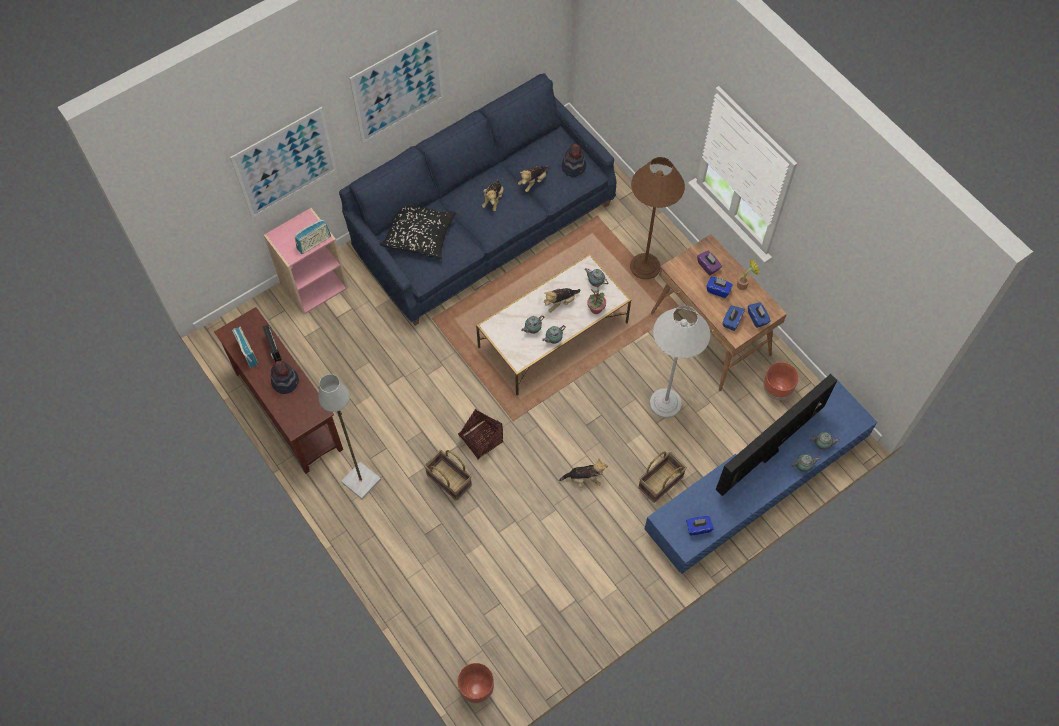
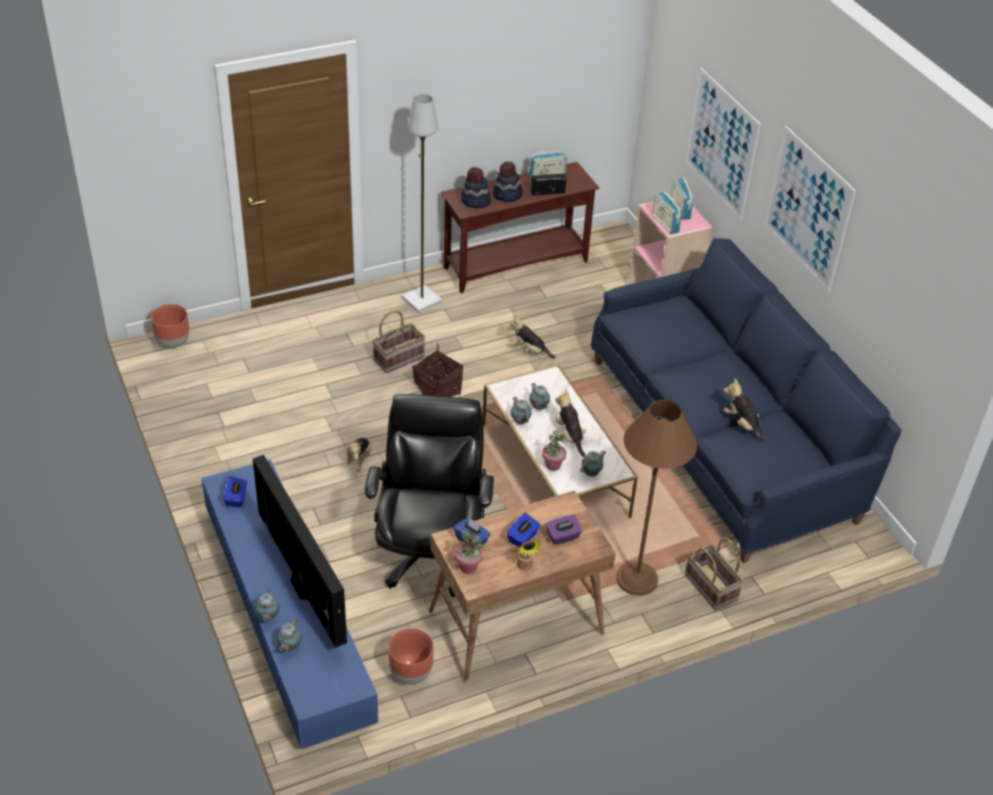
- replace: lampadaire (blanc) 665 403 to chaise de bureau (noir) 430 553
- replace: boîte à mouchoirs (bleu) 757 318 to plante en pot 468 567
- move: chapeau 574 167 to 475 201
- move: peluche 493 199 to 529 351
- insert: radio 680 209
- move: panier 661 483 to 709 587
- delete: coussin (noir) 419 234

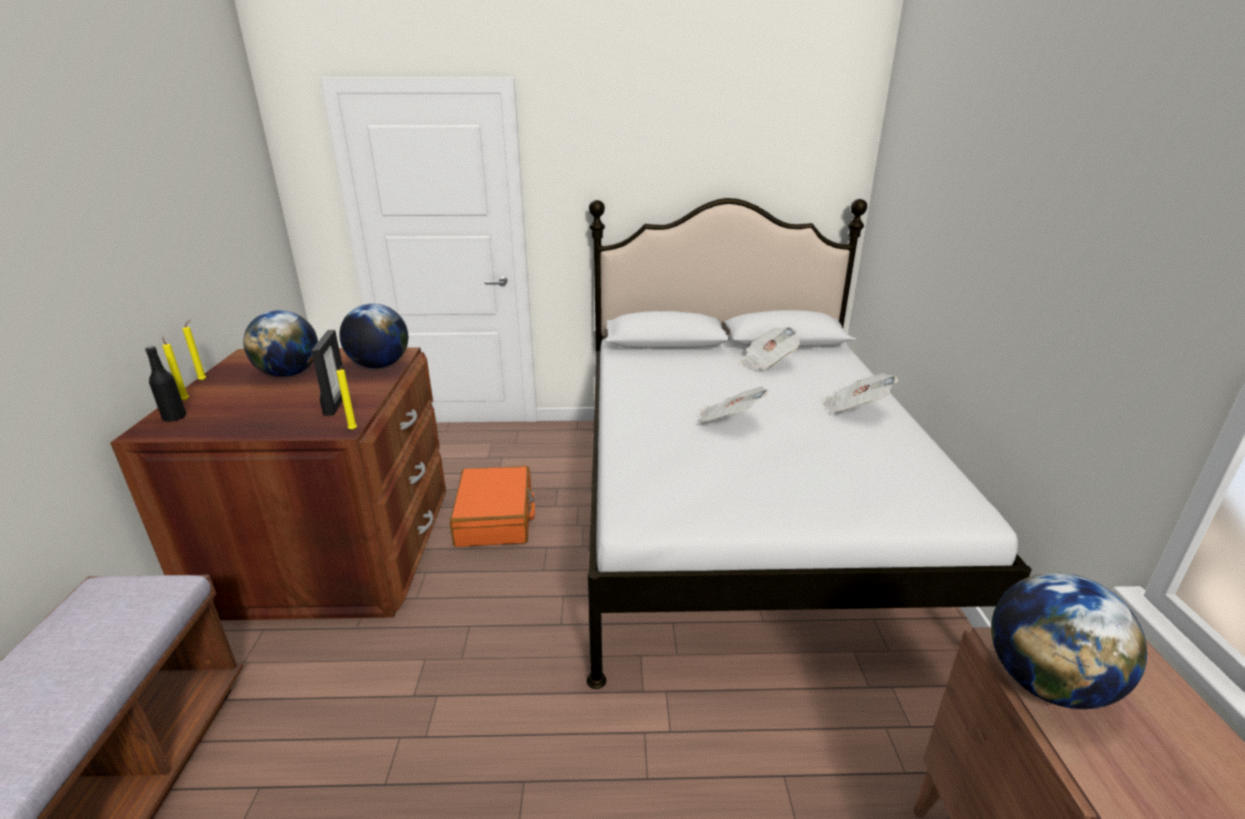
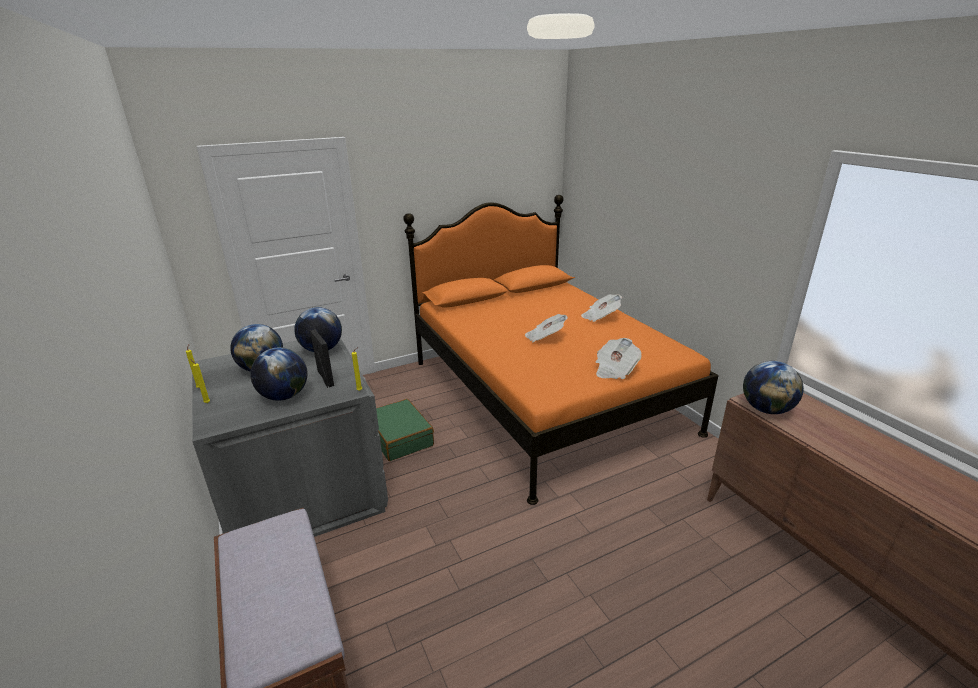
- recolor: commode (marron) 333 549 to commode (gris) 303 488
- insert: globe 284 396
- recolor: valise (orange) 495 518 to valise (vert) 400 437
- recolor: lit (blanc) 741 516 to lit (orange) 545 395
- move: journal 766 363 to 614 370
- delete: bouteille (noir) 174 417

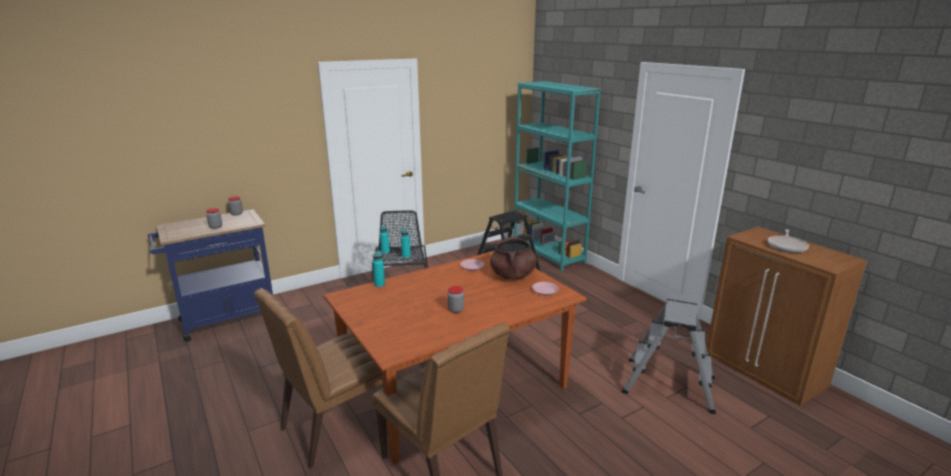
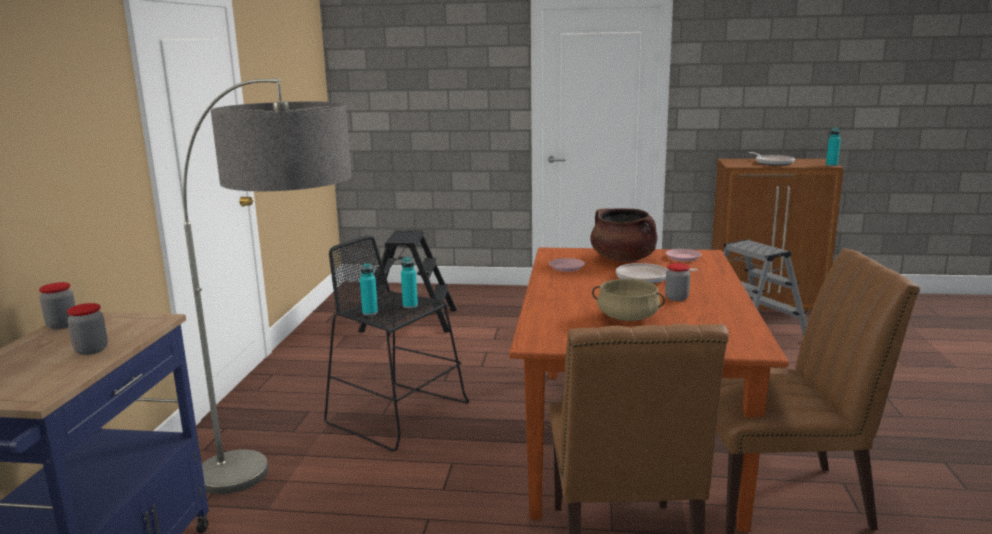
- insert: lampadaire 290 500
- insert: marmite (beige) 627 317
- insert: poêle 646 278
- move: bouteille (turquoise) 379 285 to 831 165
- delete: bibliothèque (turquoise) 548 254

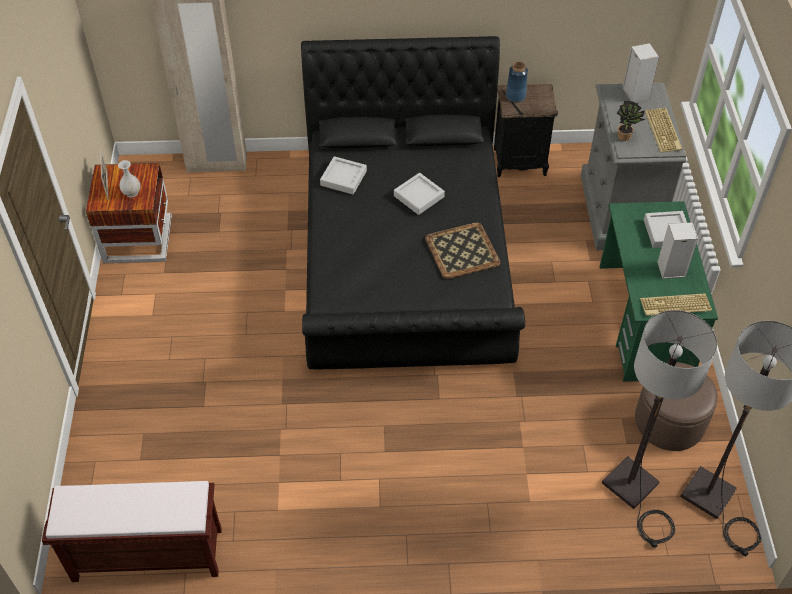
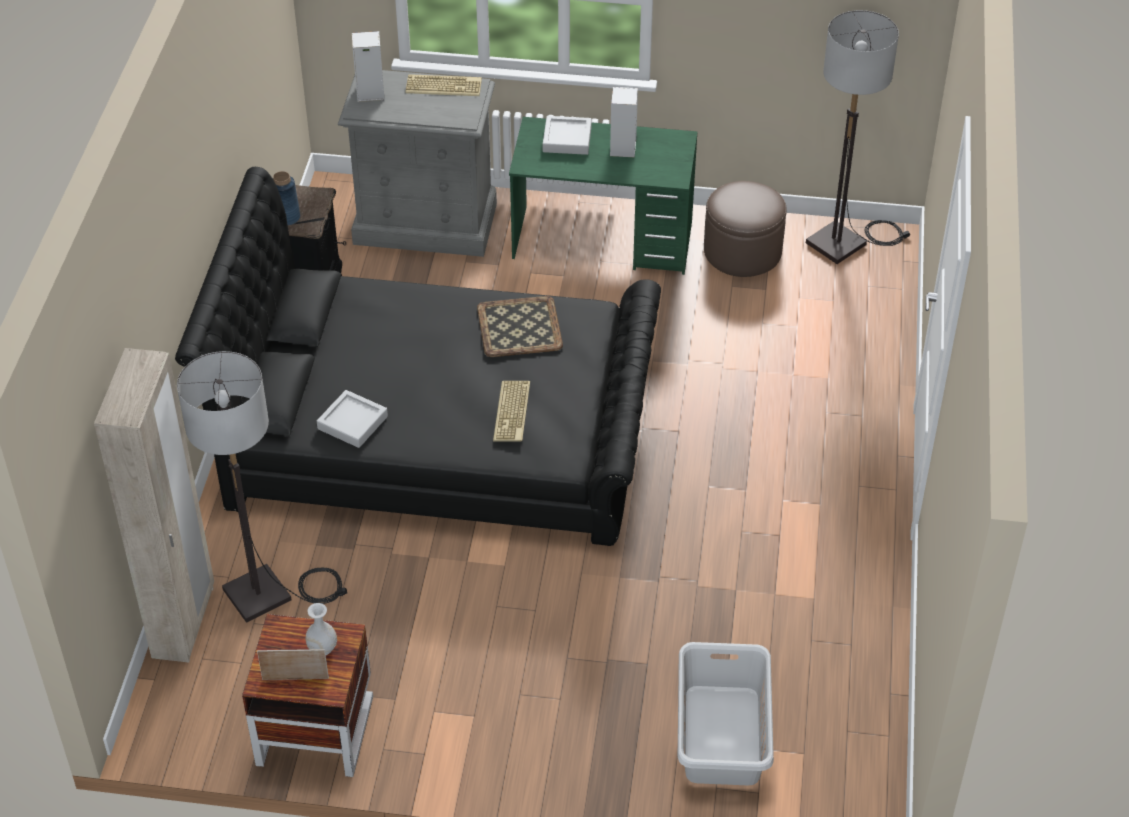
- move: lampadaire 637 497 to 276 593
- move: clavier 675 306 to 513 412
- insert: panier à linge (gris) 721 735
- delete: banc (marron) 146 555
- delete: plateau (gris) 419 196
- delete: plante en pot 625 137

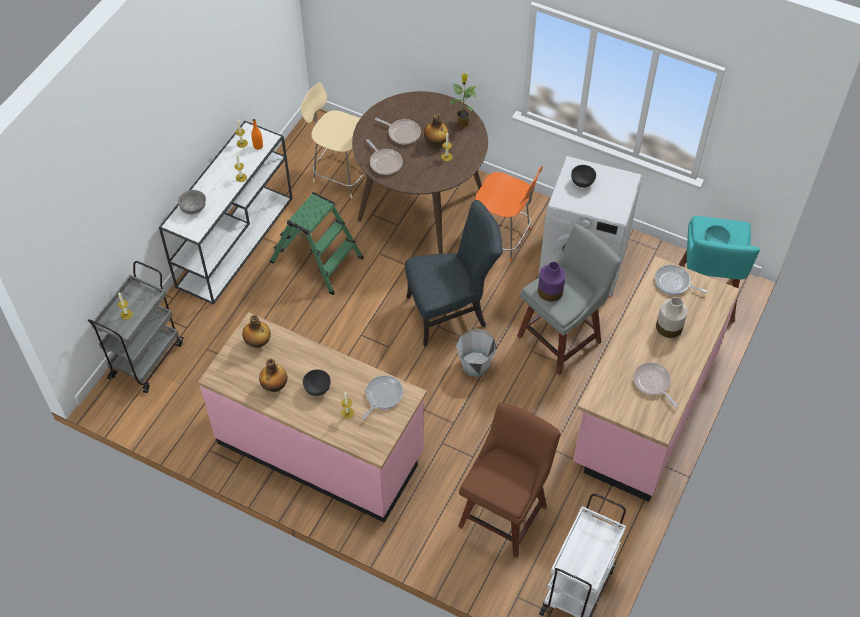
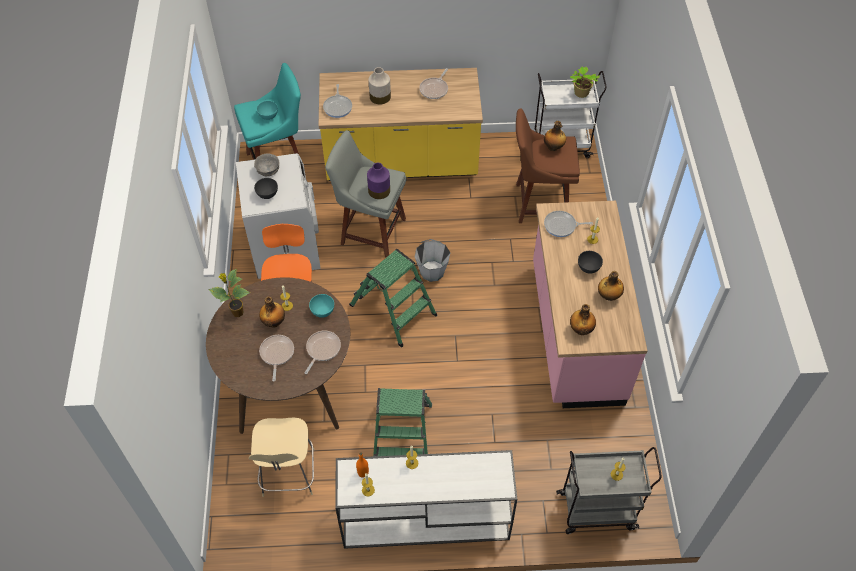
- move: bol (gris) 193 208 to 268 171
- insert: bol (turquoise) 322 311
- recolor: comptoir de cuisine (rose) 644 409 to comptoir de cuisine (jaune) 401 162
- replace: chaise (gris) 451 311 to escabeau (vert) 393 309
- insert: bouteille 553 147
- insert: plante en pot 580 93

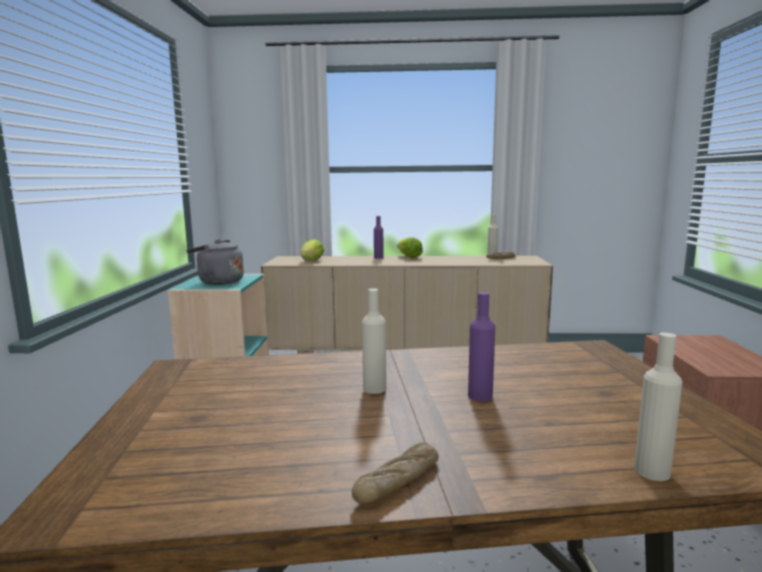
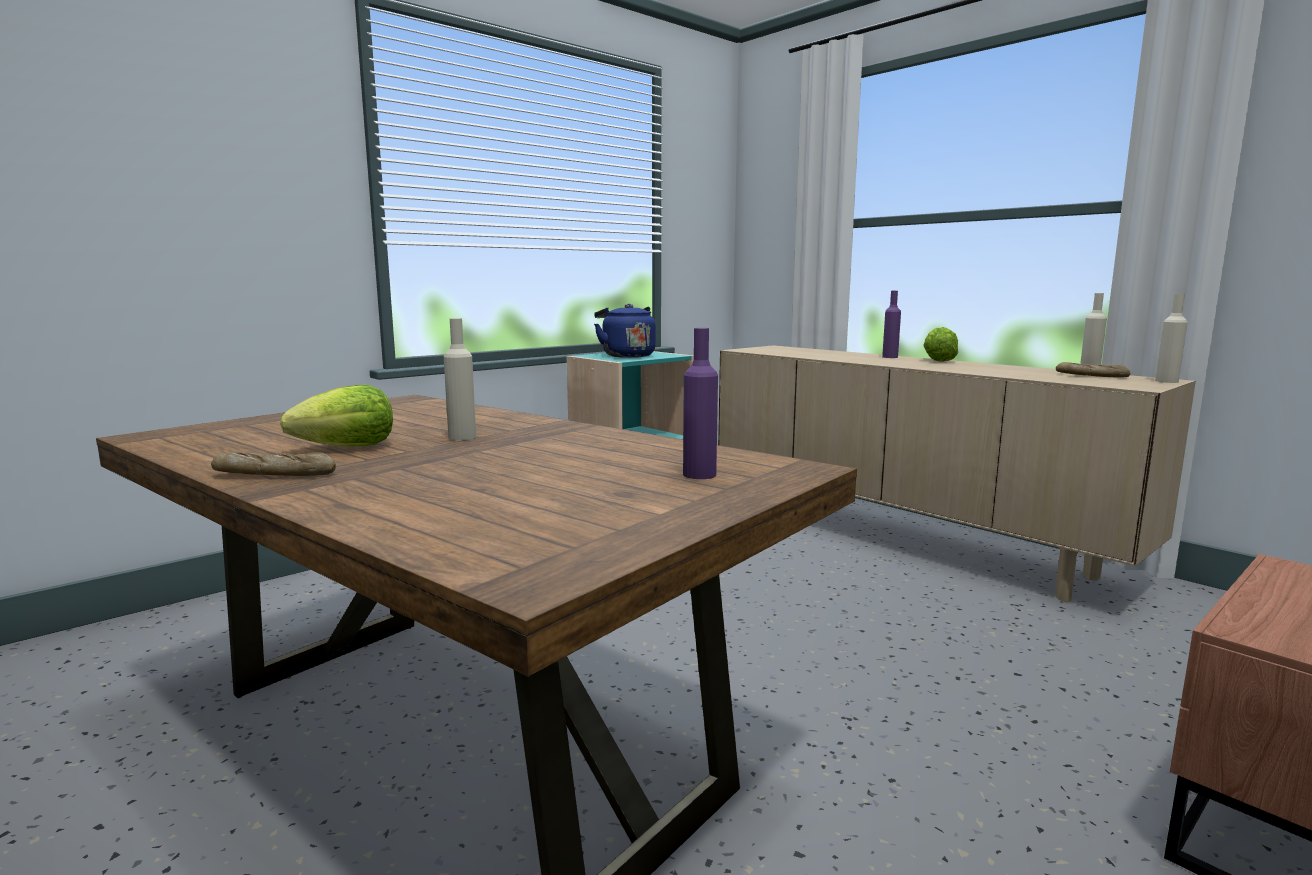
- move: laitue 312 261 to 348 448
- recolor: bouilloire (gris) 218 282 to bouilloire (bleu) 626 356
- move: bouteille (violet) 480 396 to 699 474
- move: bouteille (beige) 652 471 to 1166 381

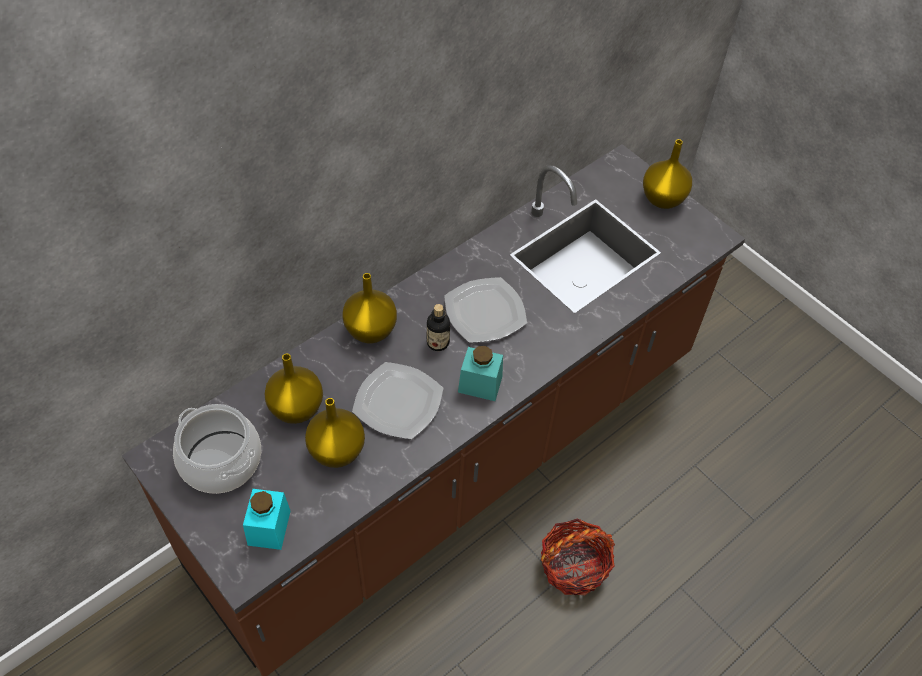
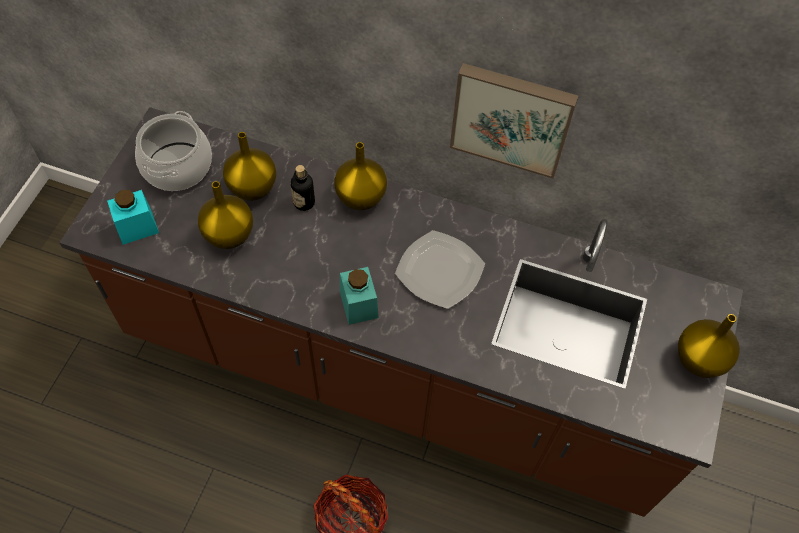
- move: bouteille 438 343 to 304 202
- insert: tableau 512 118
- delete: assiette 398 403

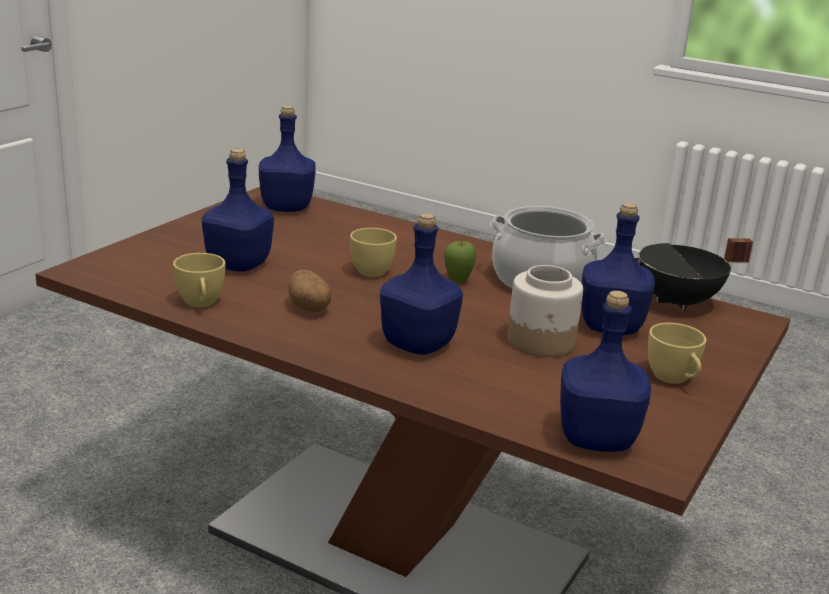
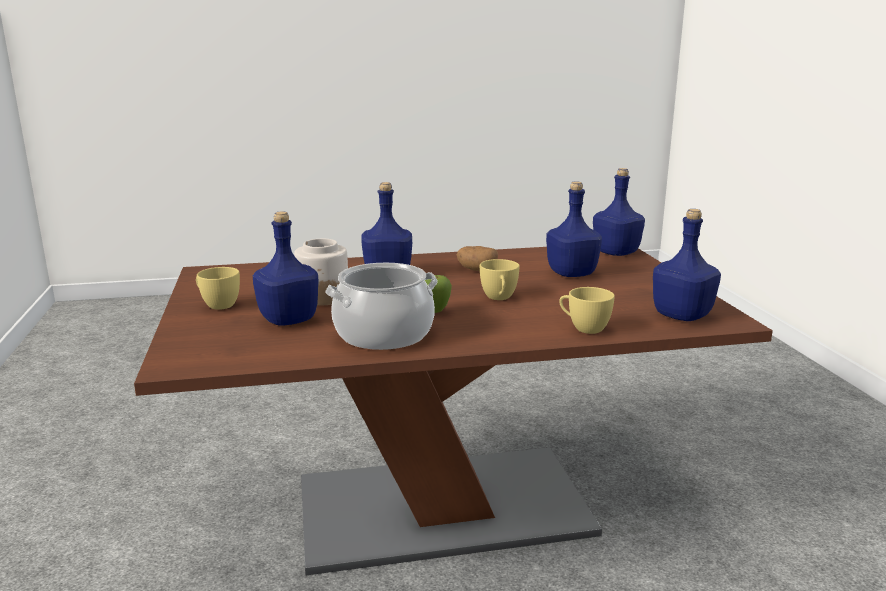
- move: tasse (jaune) 201 304 to 583 328
- move: bouteille (bleu) 596 438 to 617 253
- delete: marmite (noir) 678 302

